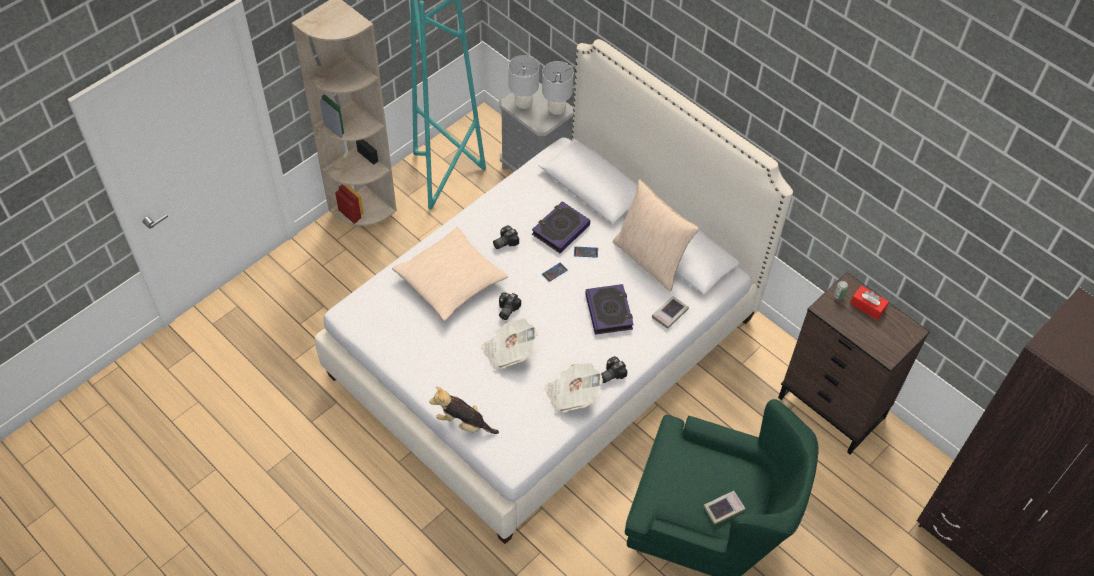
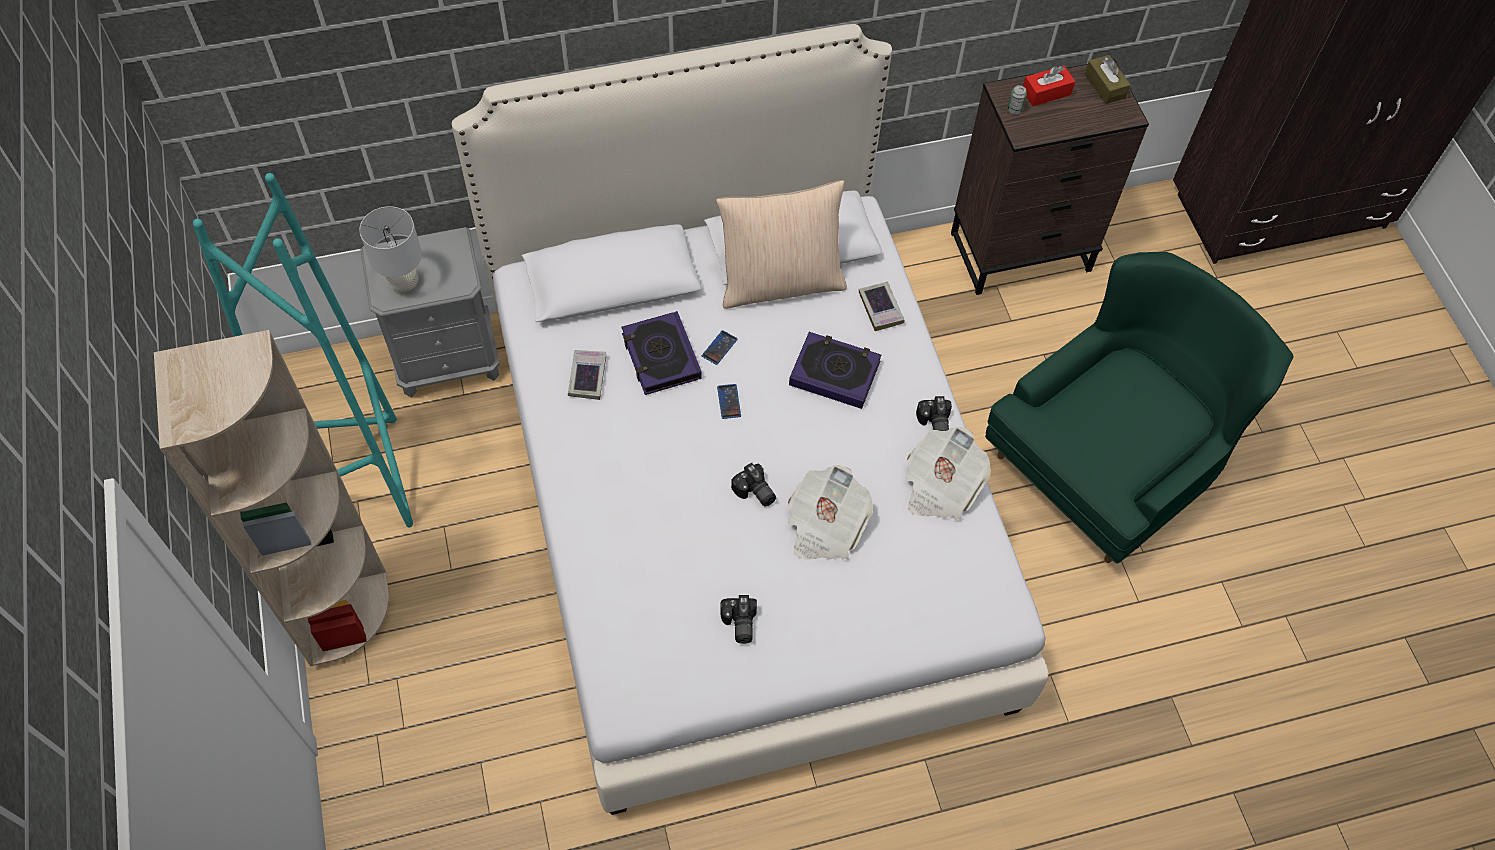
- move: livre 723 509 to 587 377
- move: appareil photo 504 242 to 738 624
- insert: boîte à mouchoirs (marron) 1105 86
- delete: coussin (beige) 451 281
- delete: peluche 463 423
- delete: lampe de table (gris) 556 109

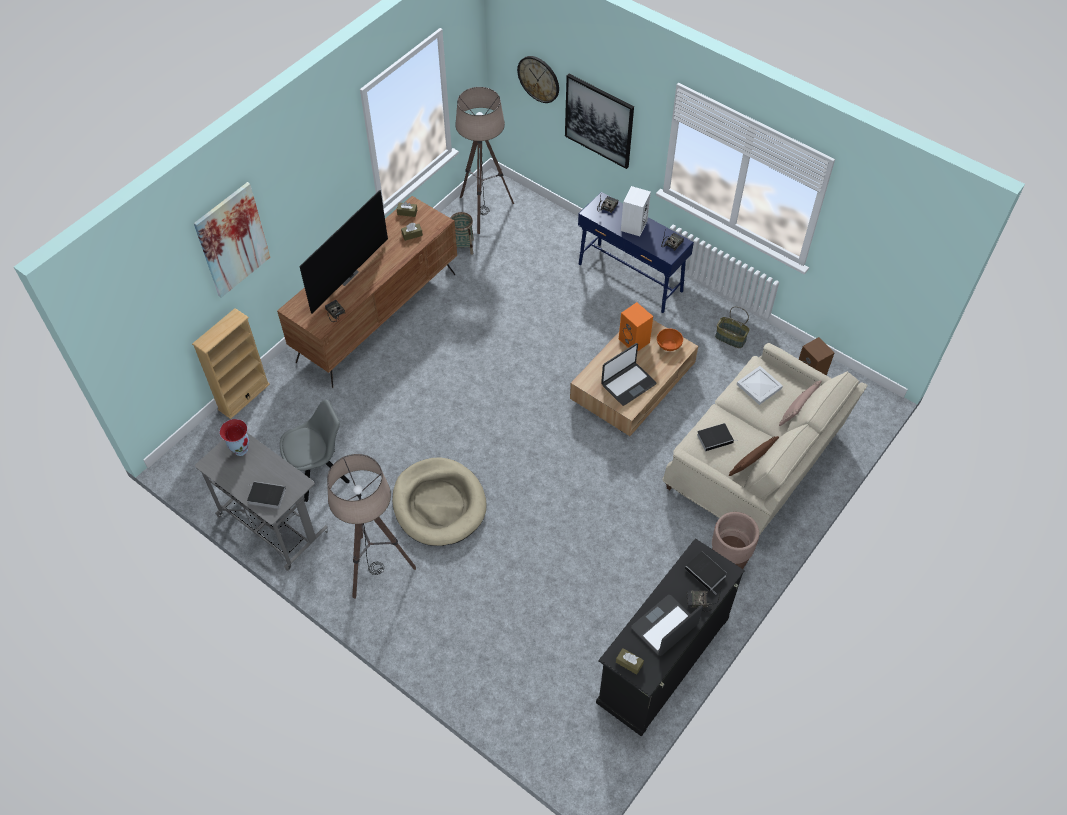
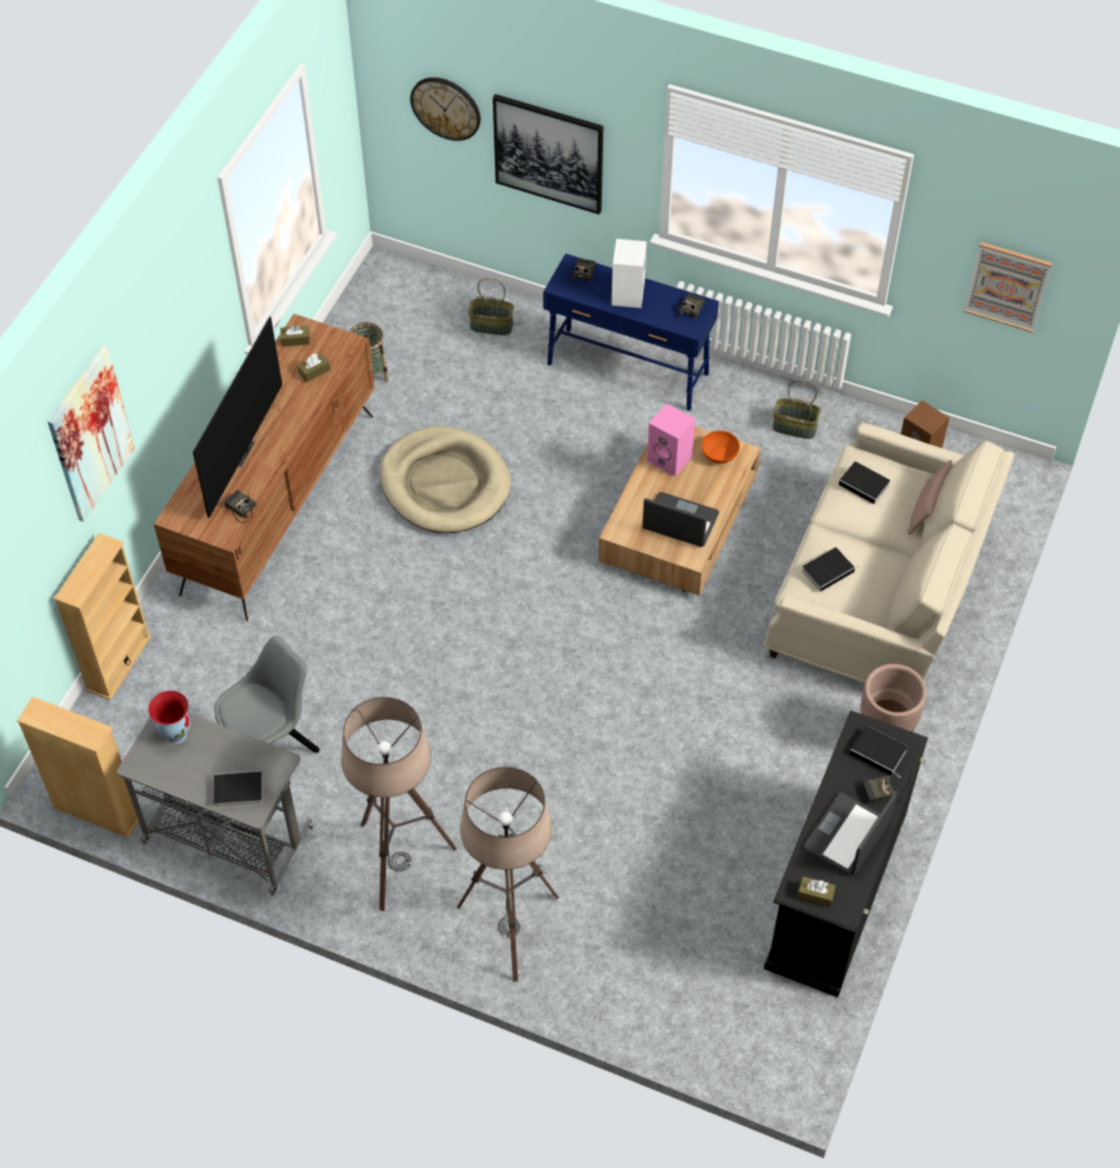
- insert: bibliothèque (beige) 97 811
- move: panier pour chien (beige) 439 504 to 445 484
- move: lampadaire 484 210 to 510 927
- insert: panier 492 325
- rotate: ordinateur portable 628 384 = 680 522 105 degrees counterclockwise
- recolor: enceinte (orange) 635 341 to enceinte (rose) 670 459
- replace: plateau (blanc) 759 385 to livre 865 485
- insert: tableau 1007 286
- delete: coussin (marron) 750 465

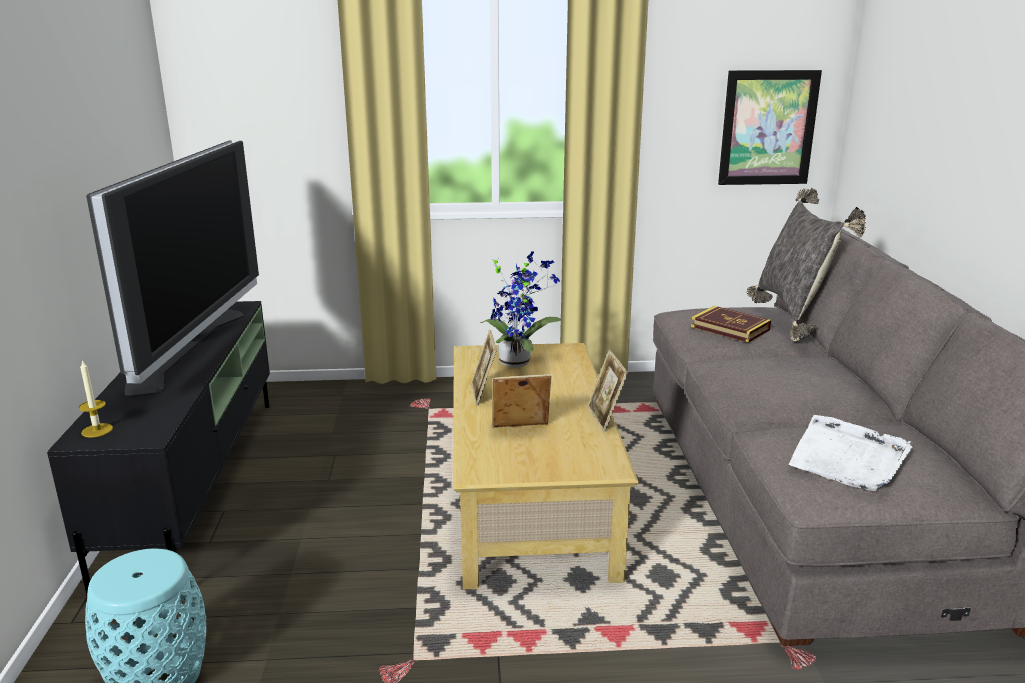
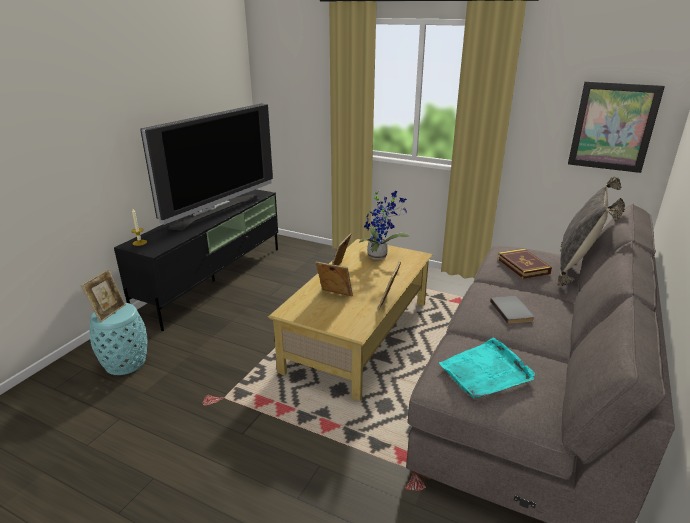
- insert: cadre photo 108 312
- recolor: plateau (blanc) 847 458 to plateau (turquoise) 486 372
- insert: livre (gris) 513 311

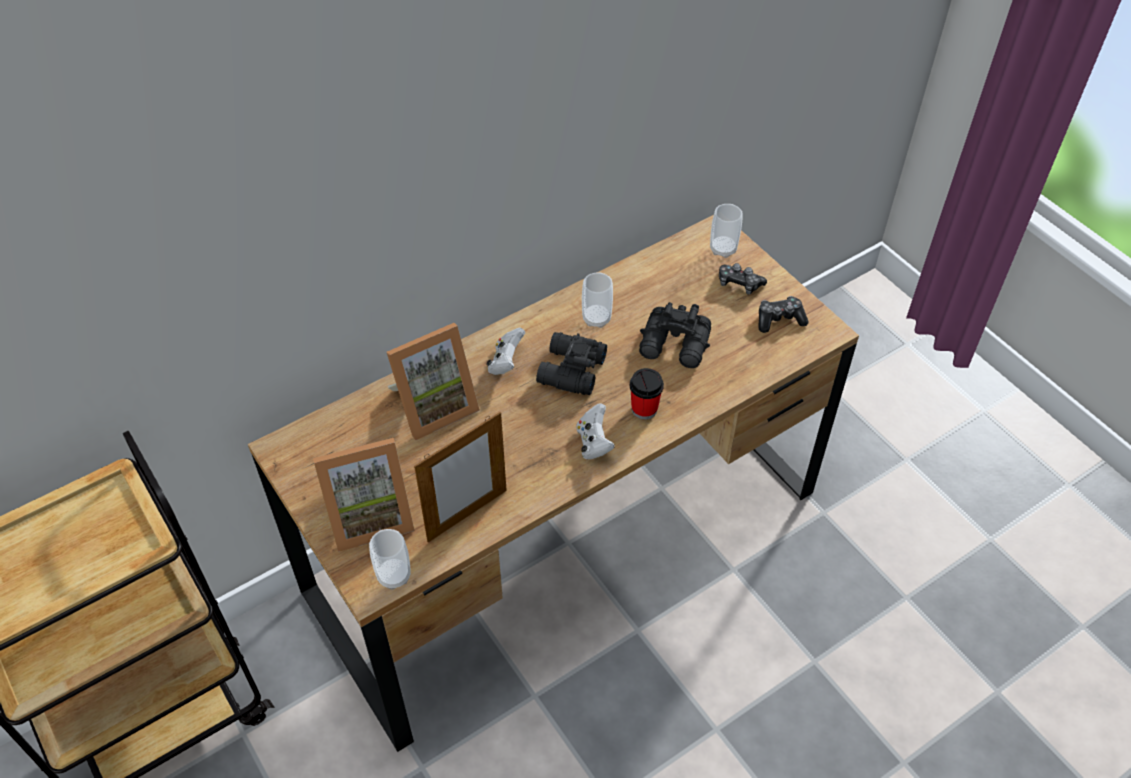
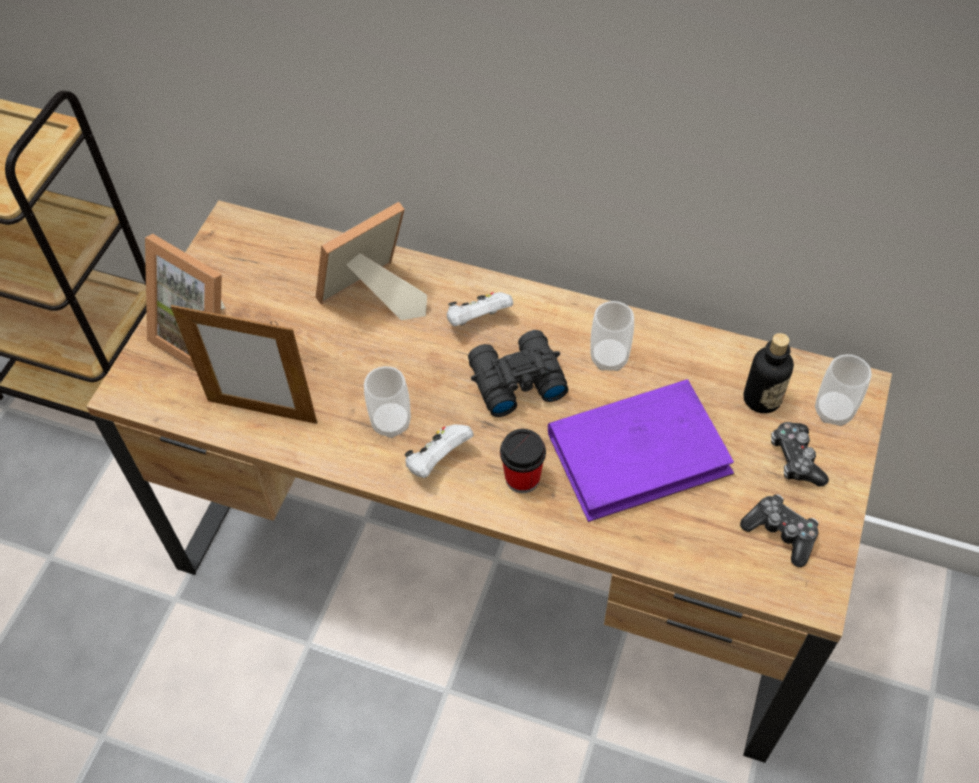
- rotate: cadre photo 433 406 = 372 300 120 degrees clockwise
- move: tasse 394 575 to 391 422
- replace: jumelles (noir) 675 346 to livre (violet) 639 453
- insert: bouteille 762 399

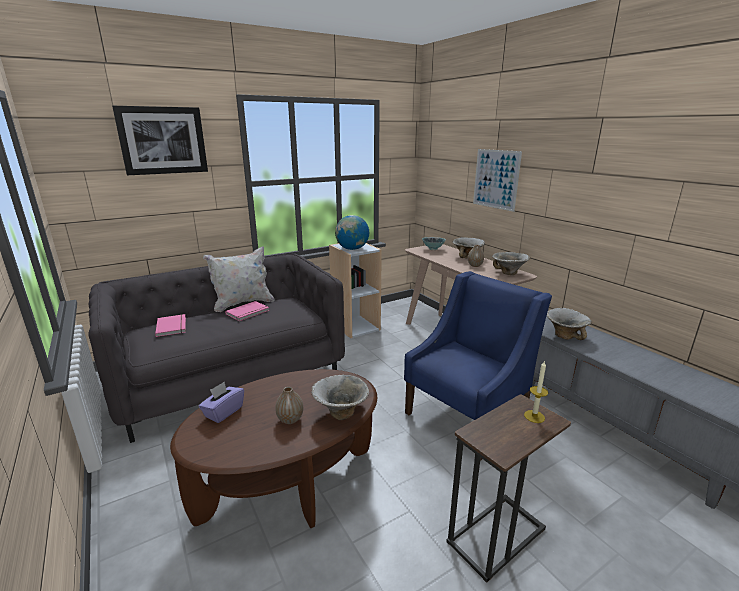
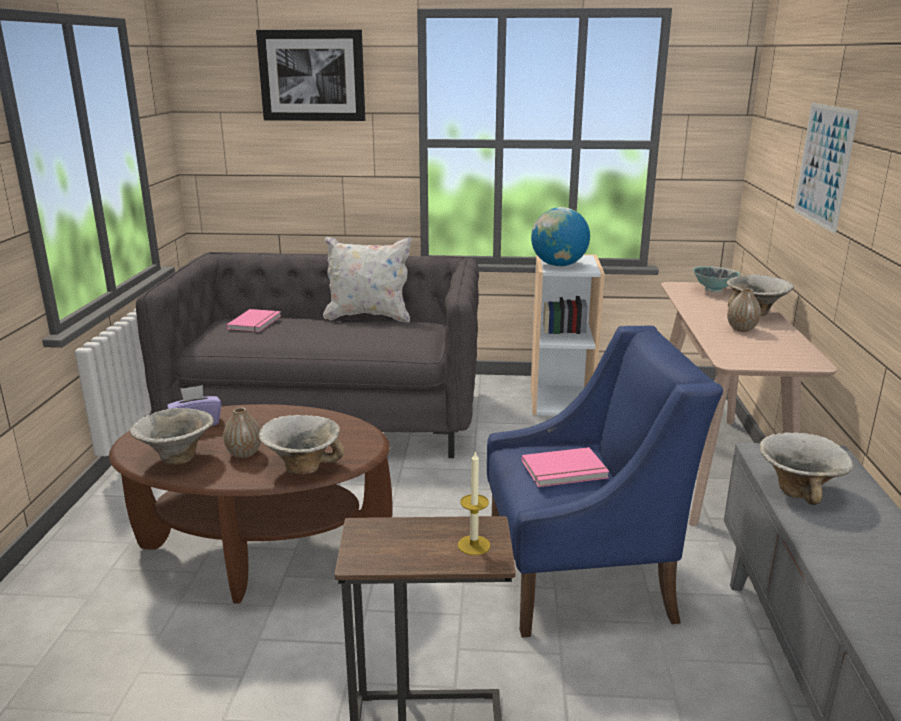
- move: bol 508 273 to 176 458
- move: livre (rose) 248 312 to 565 471

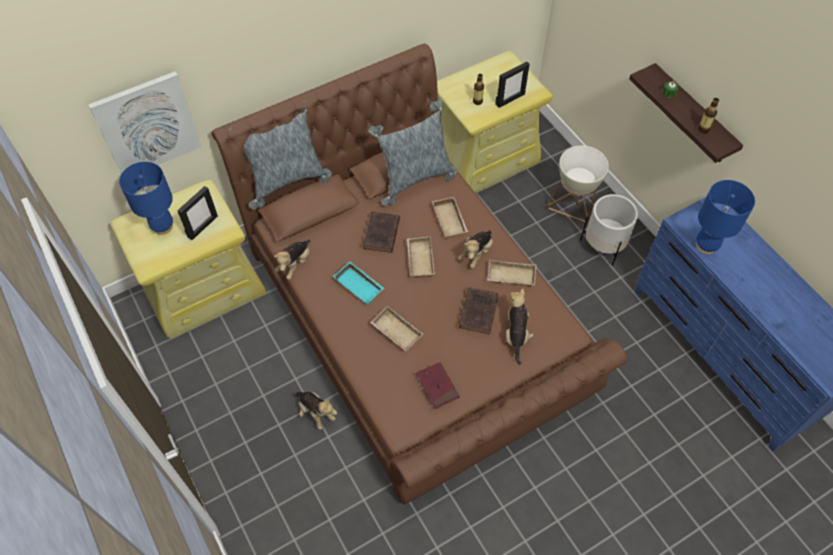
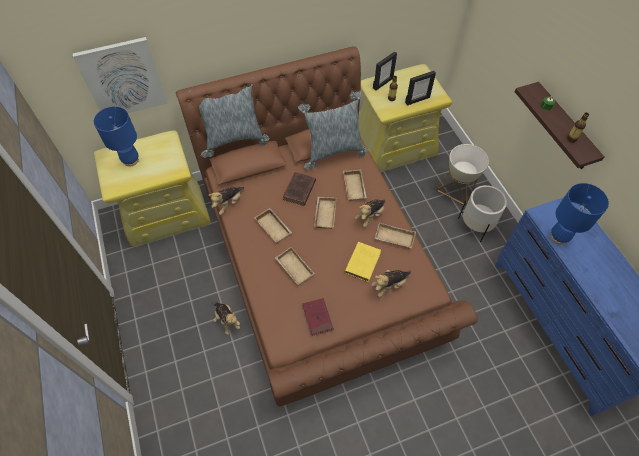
- recolor: plateau (turquoise) 360 285 to plateau (beige) 274 227
- recolor: livre (marron) 478 311 to livre (jaune) 363 262
- rotate: peluche 516 334 = 389 285 135 degrees counterclockwise
- move: cadre photo 202 226 to 383 83

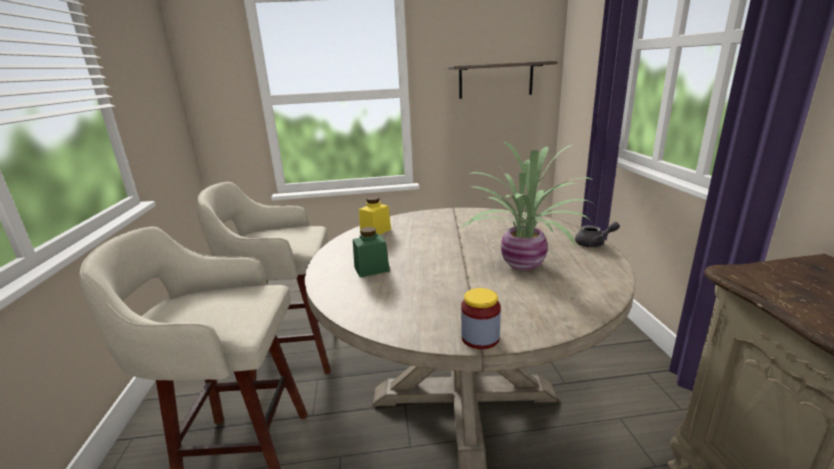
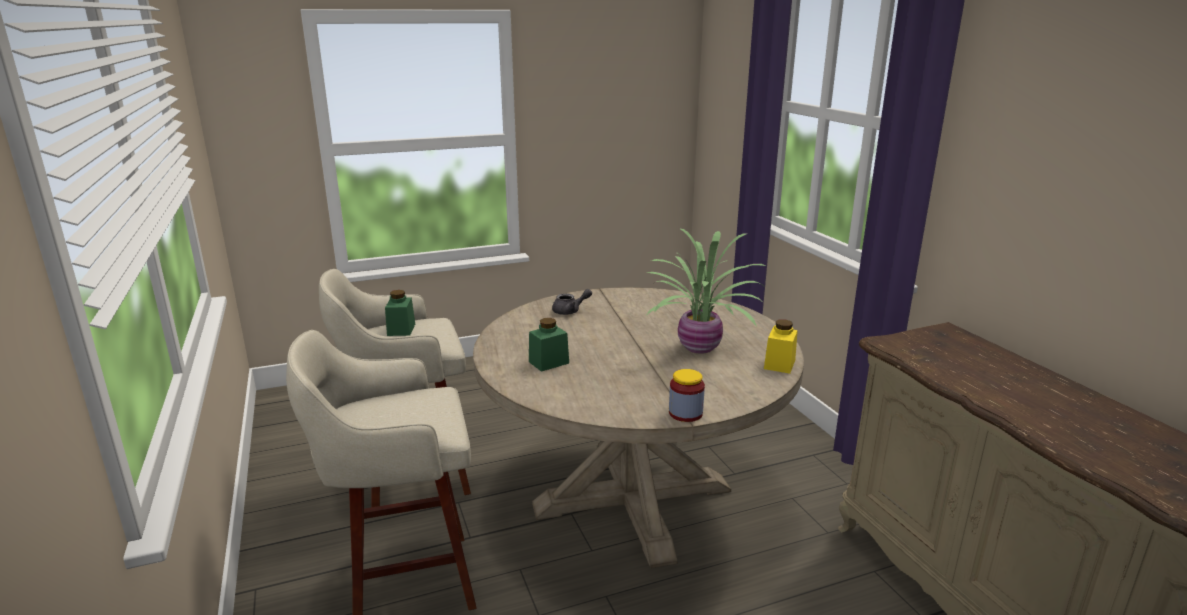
- insert: bocal (vert) 401 329
- move: théière (gris) 594 244 to 570 311
- move: bocal (jaune) 375 231 to 779 364
- delete: étagère 496 80

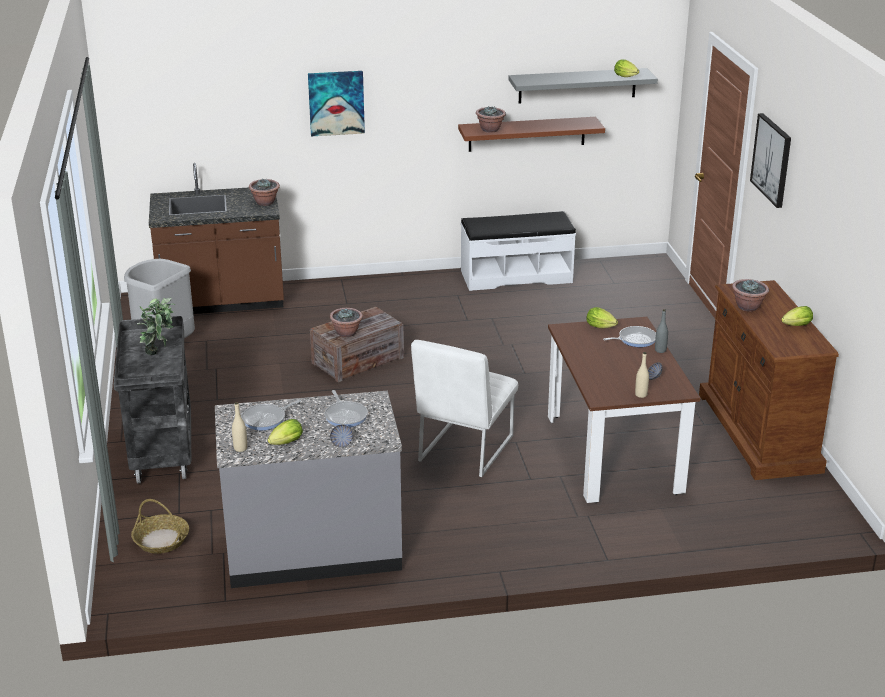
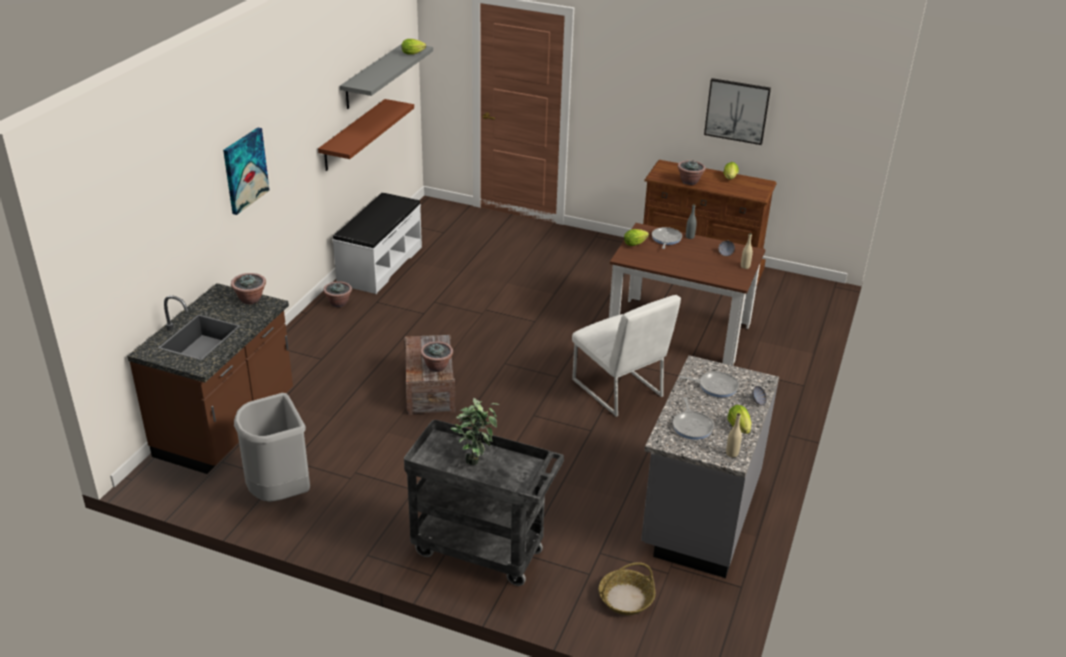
- move: plante en pot 490 130 to 338 303
- move: tableau 772 159 to 737 111

